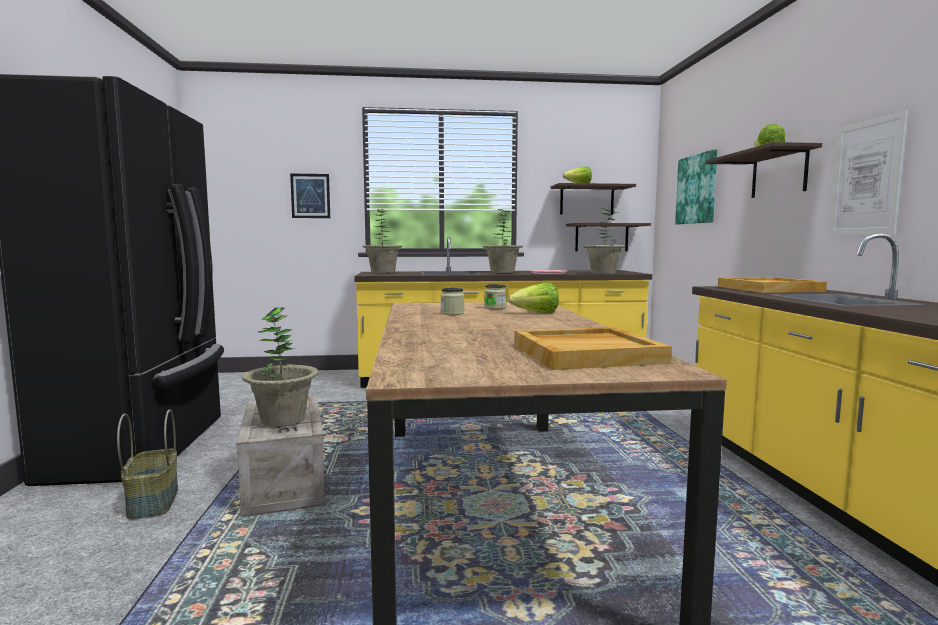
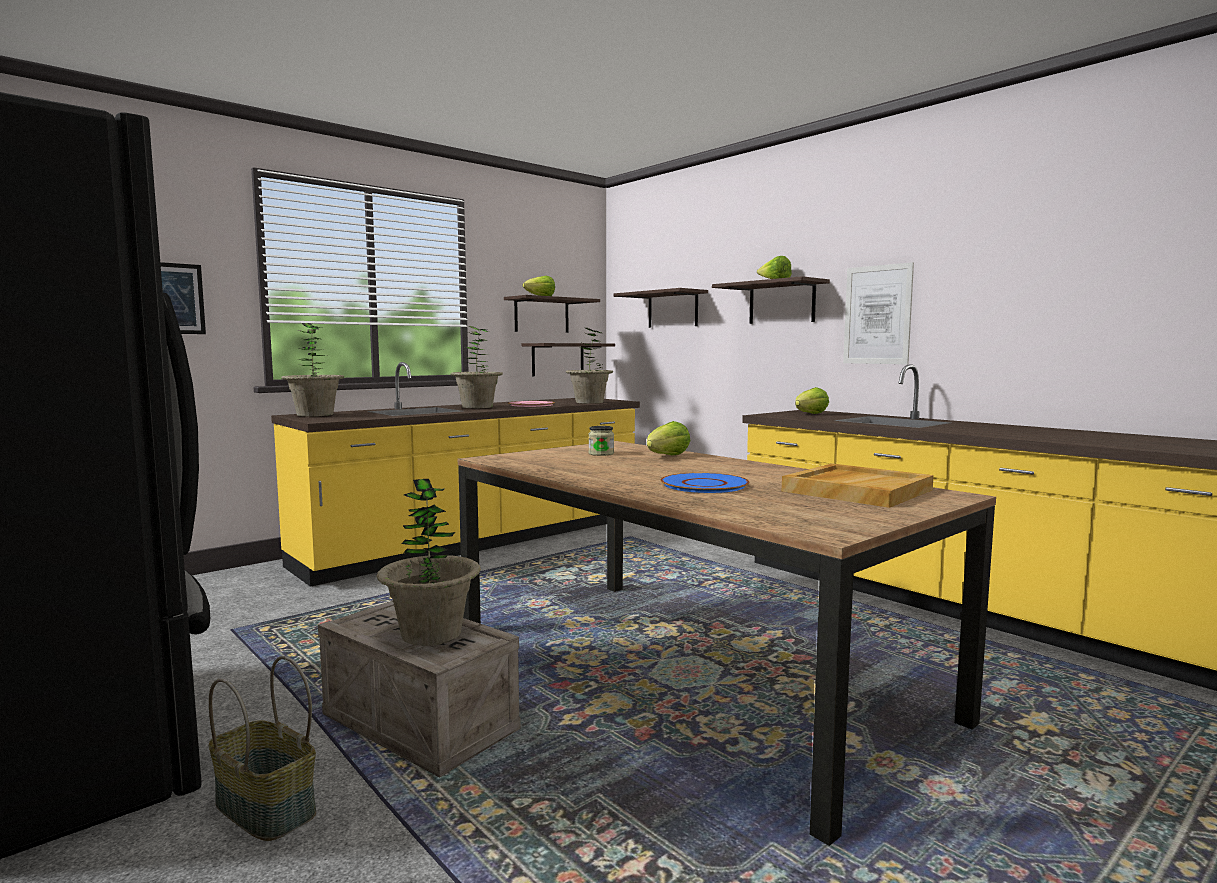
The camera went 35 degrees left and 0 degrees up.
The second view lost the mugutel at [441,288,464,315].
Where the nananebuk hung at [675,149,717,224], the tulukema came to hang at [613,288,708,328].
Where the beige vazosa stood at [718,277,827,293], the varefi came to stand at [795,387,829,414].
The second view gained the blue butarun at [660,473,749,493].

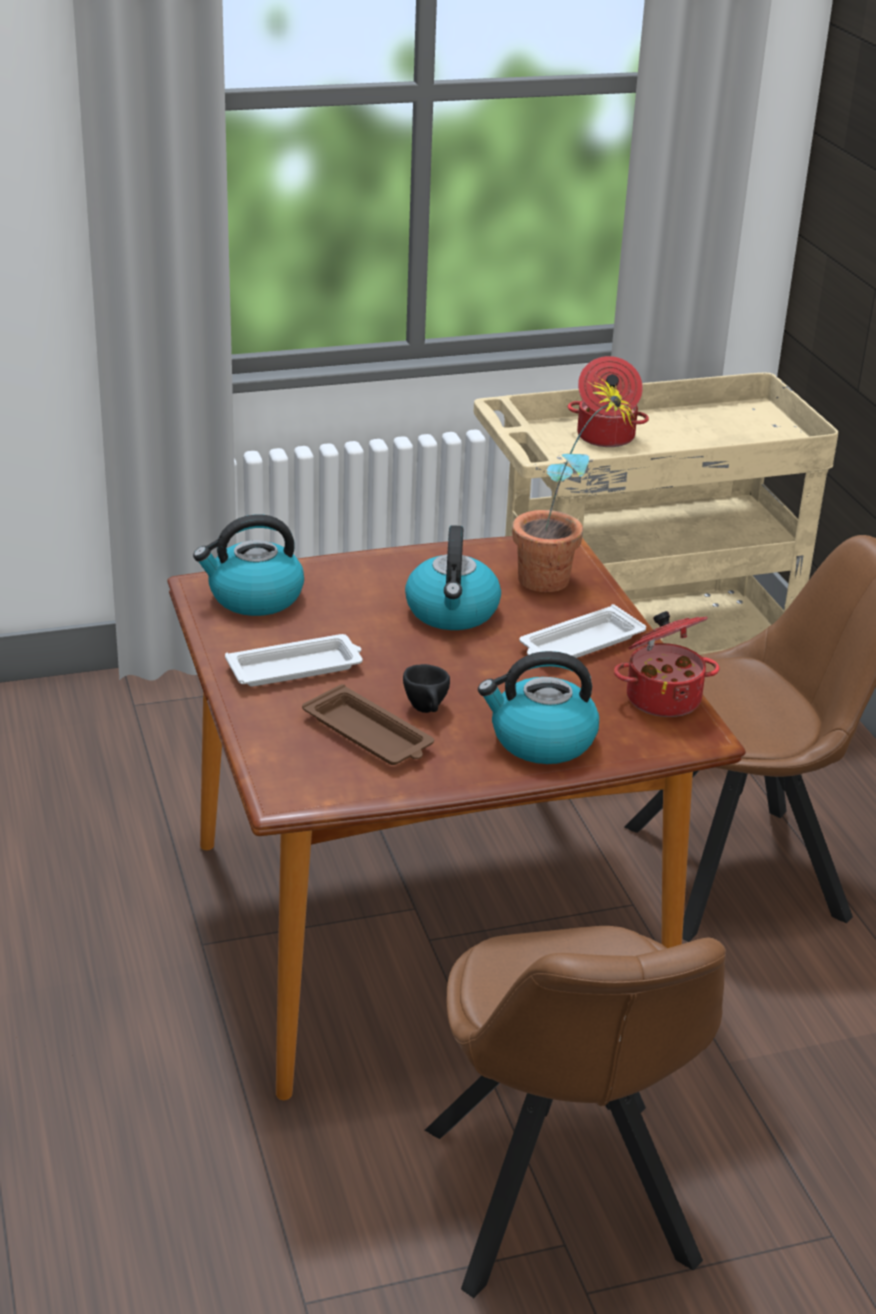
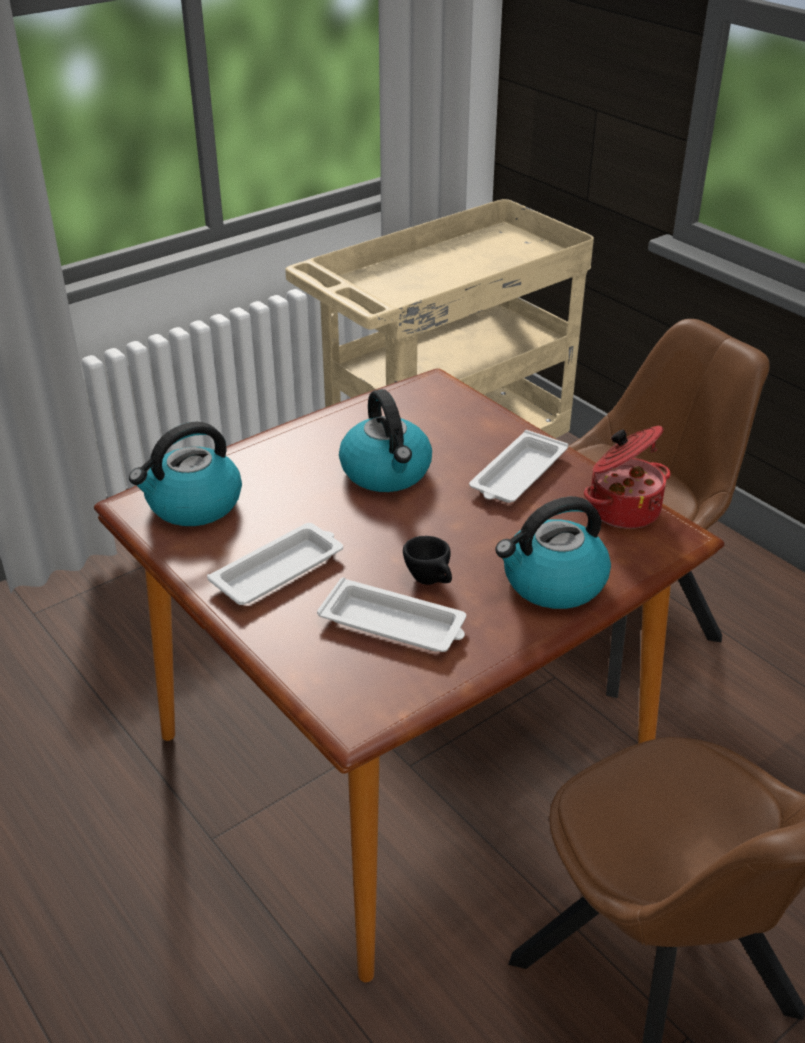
The camera went 20 degrees left and 5 degrees up.
What was the brown vazosa at [302,684,434,765] turned into the white vazosa at [317,577,466,652].
The second view lost the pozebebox at [512,376,635,592].
The second view lost the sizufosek at [568,356,649,447].

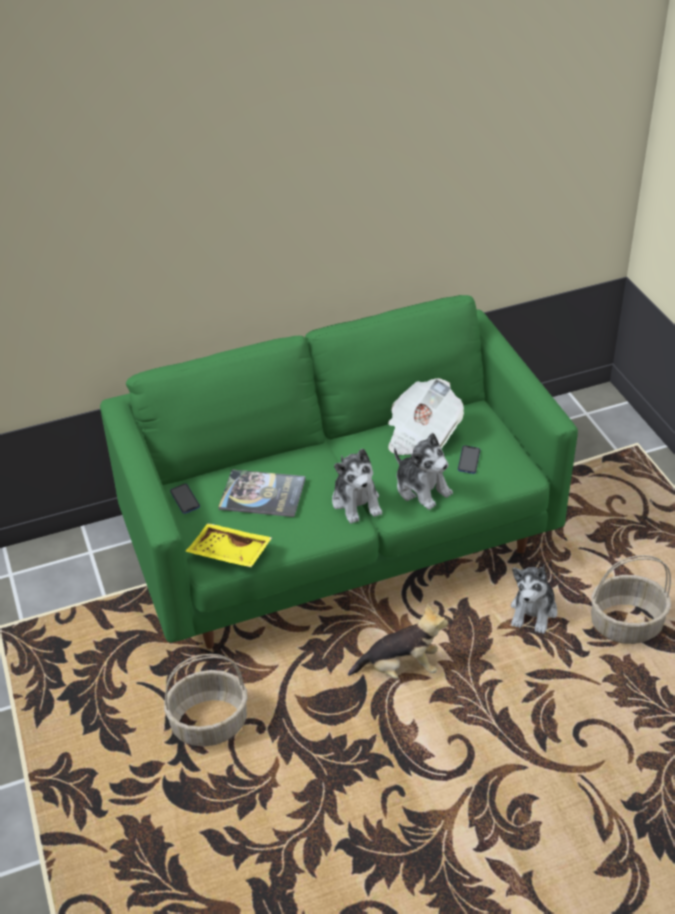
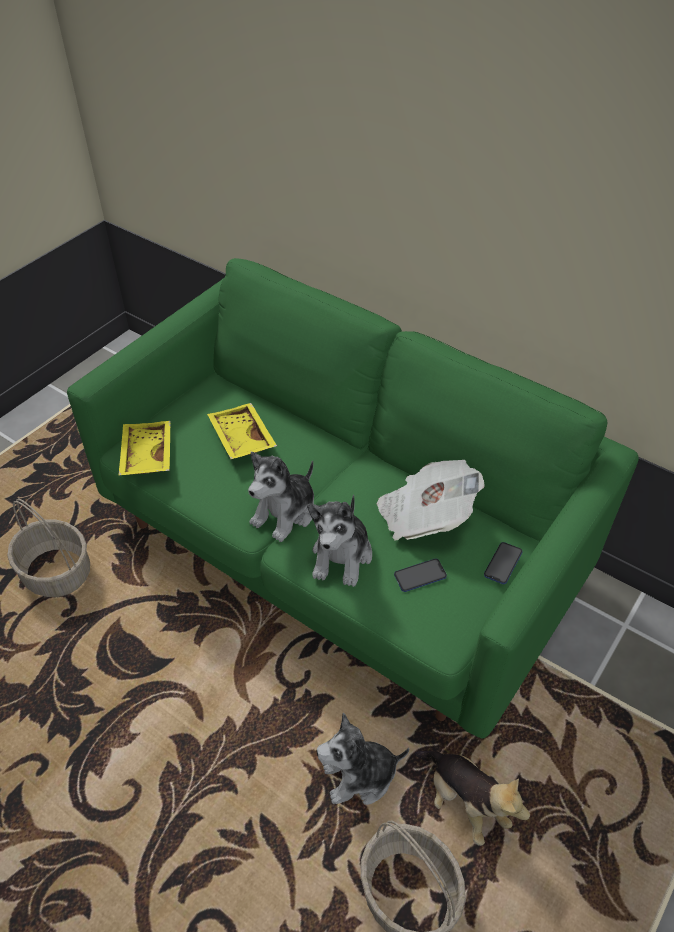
The camera went 55 degrees right and 5 degrees up.
The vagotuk ended up elsewhere, having gone from [170,484,200,514] to [484,542,523,584].
Where the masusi stood at [218,469,306,517], the yellow vazosa came to stand at [207,403,277,459].
The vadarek ended up elsewhere, having gone from [348,603,448,679] to [414,751,530,846].

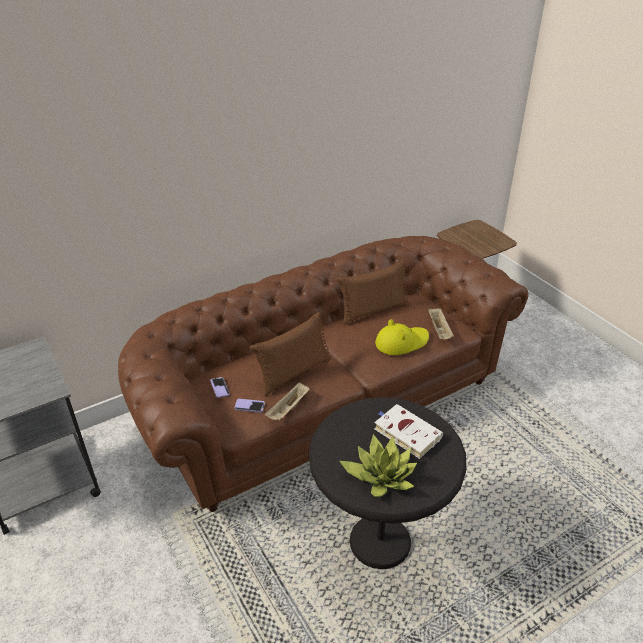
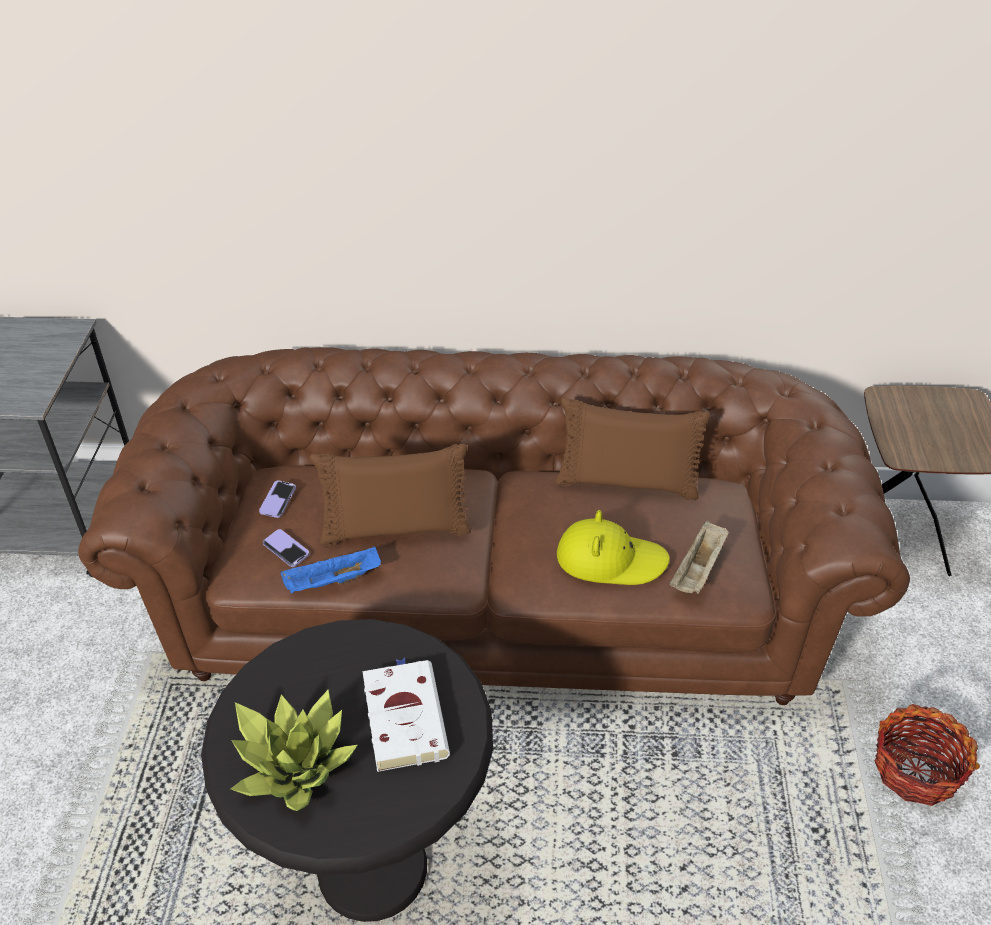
The camera went 35 degrees right and 5 degrees up.
What was the beige vazosa at [265,382,309,421] turned into the blue vazosa at [280,546,381,594].
The second view gained the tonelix at [875,704,980,806].

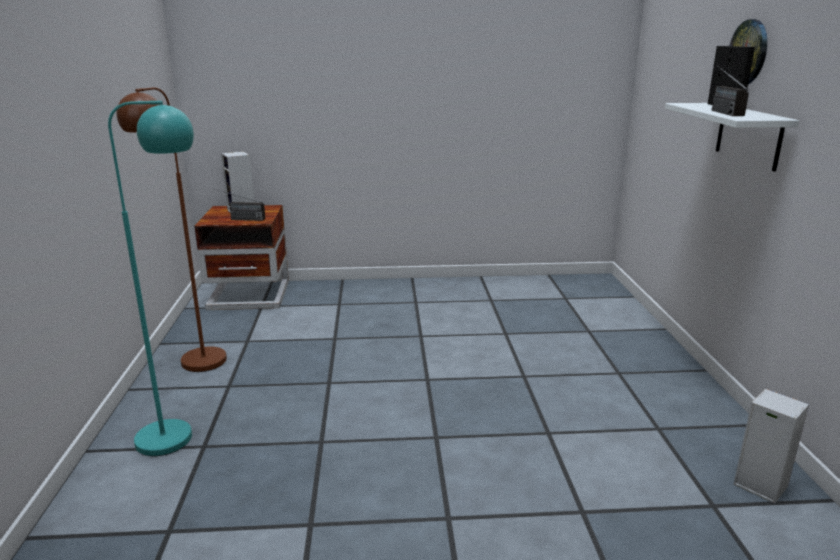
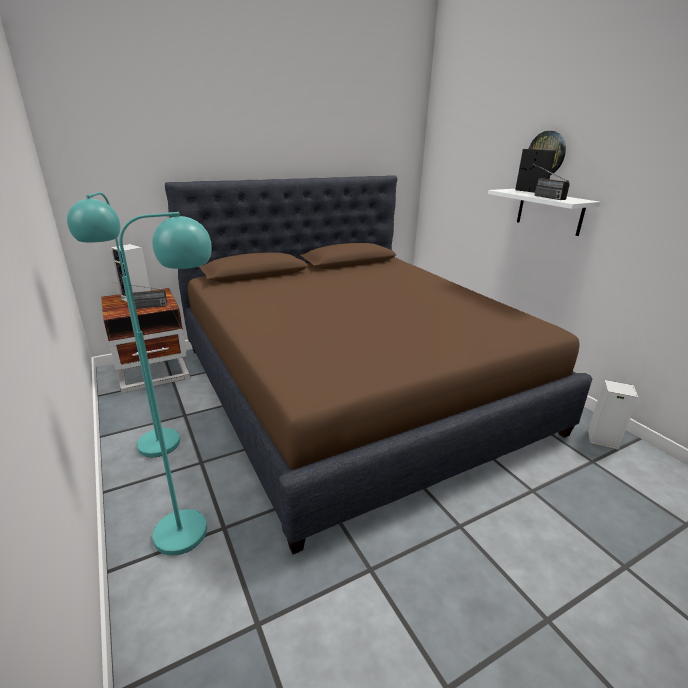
The camera went 25 degrees left and 5 degrees up.
What was the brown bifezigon at [117,87,227,372] turned into the turquoise bifezigon at [67,192,180,457].
The second view gained the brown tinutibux at [165,175,593,554].

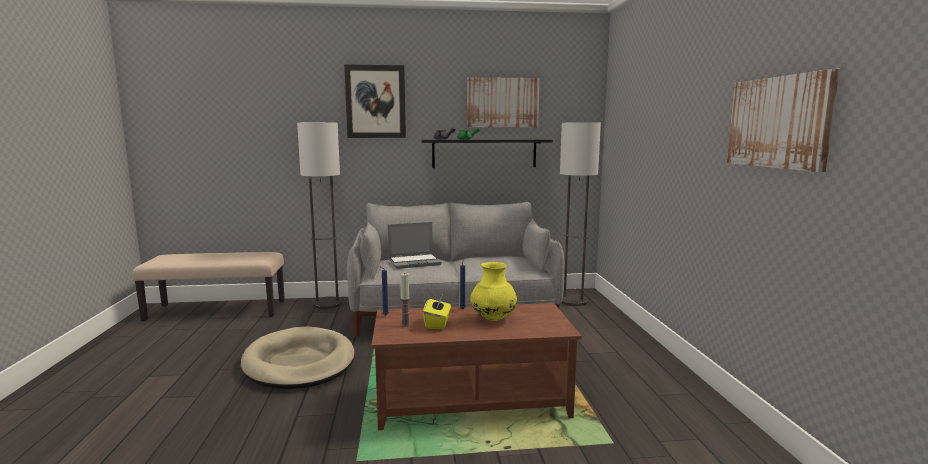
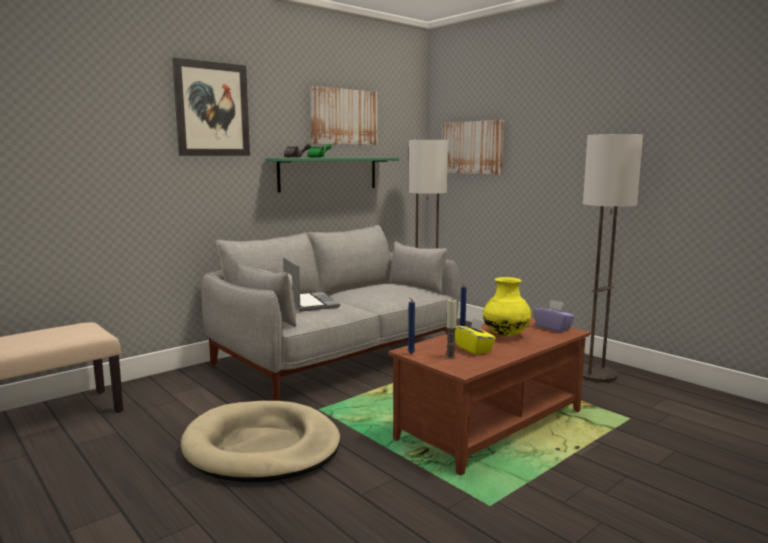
The camera went 35 degrees left and 0 degrees up.
The bifezigon ended up elsewhere, having gone from [297,122,343,309] to [583,134,643,382].
The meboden at [388,222,442,269] ended up facing another way, 60 degrees counterclockwise from before.
What was the black tulukema at [421,139,553,168] turned into the green tulukema at [265,158,399,192].
The nananebuk ended up elsewhere, having gone from [727,69,840,172] to [442,120,504,174].
The second view gained the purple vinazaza at [533,300,575,332].

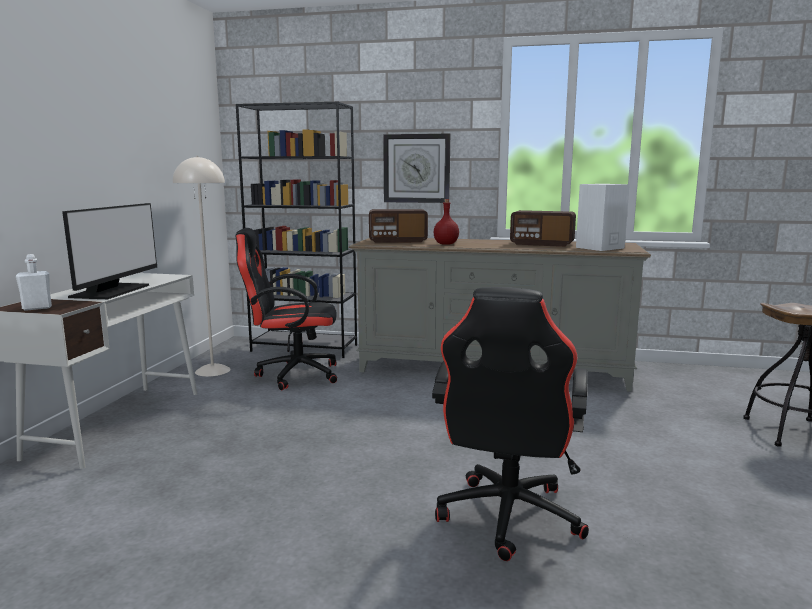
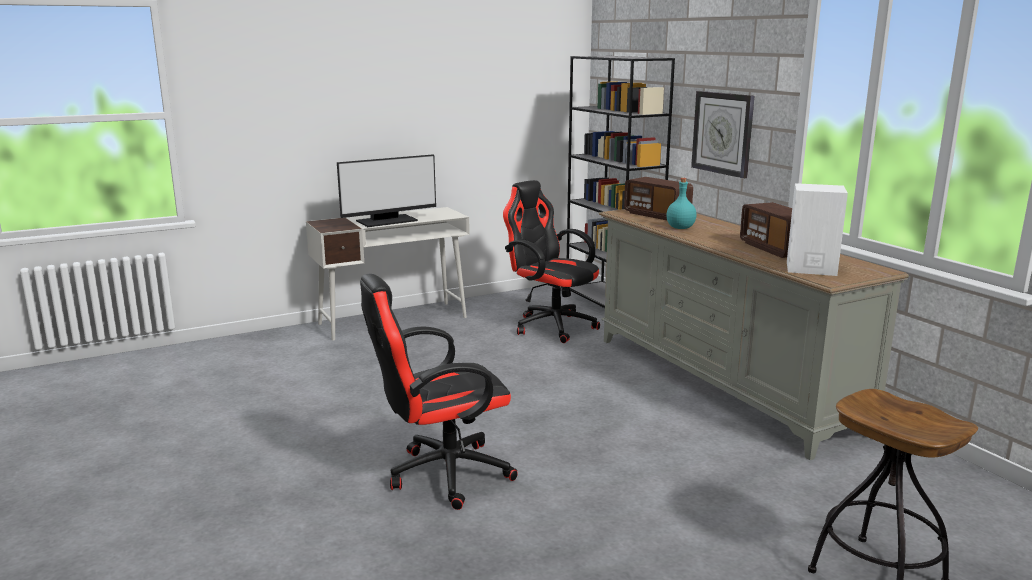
The camera went 50 degrees right and 5 degrees up.
The second view lost the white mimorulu at [16,254,52,311].
The second view lost the beige bifezigon at [173,156,231,376].
What was the red mimorulu at [434,199,459,245] turned into the turquoise mimorulu at [666,178,697,229].

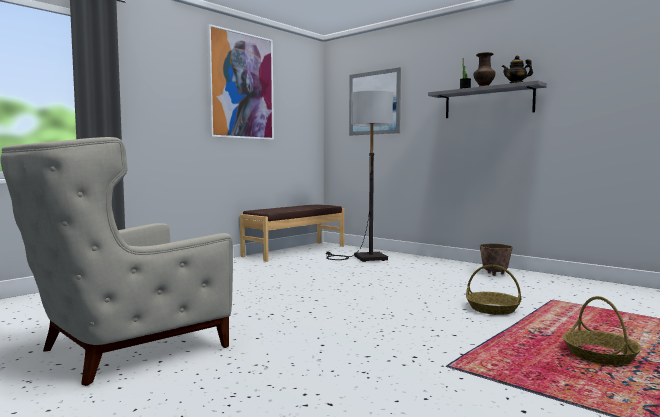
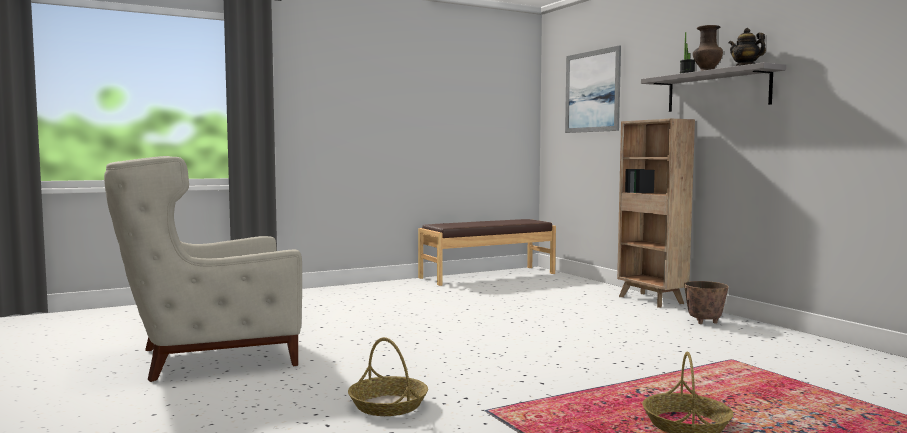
The camera went 20 degrees right and 0 degrees up.
The second view lost the nananebuk at [207,24,274,140].
The second view lost the bifezigon at [326,90,393,262].
The tonelix ended up elsewhere, having gone from [466,265,521,315] to [348,337,428,416].
The second view gained the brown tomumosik at [617,118,695,308].

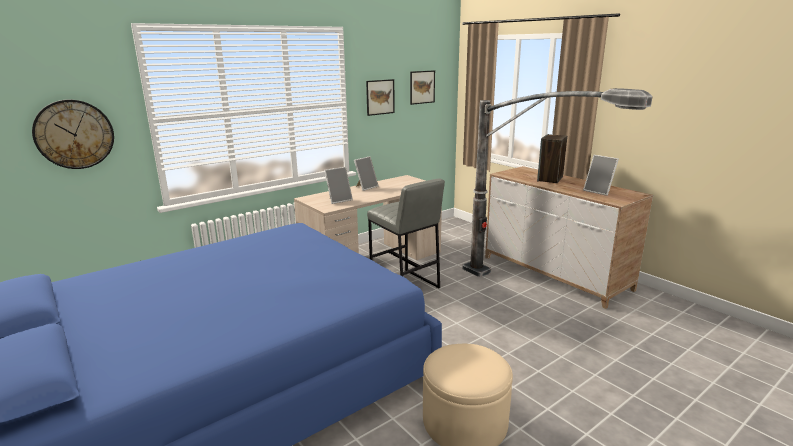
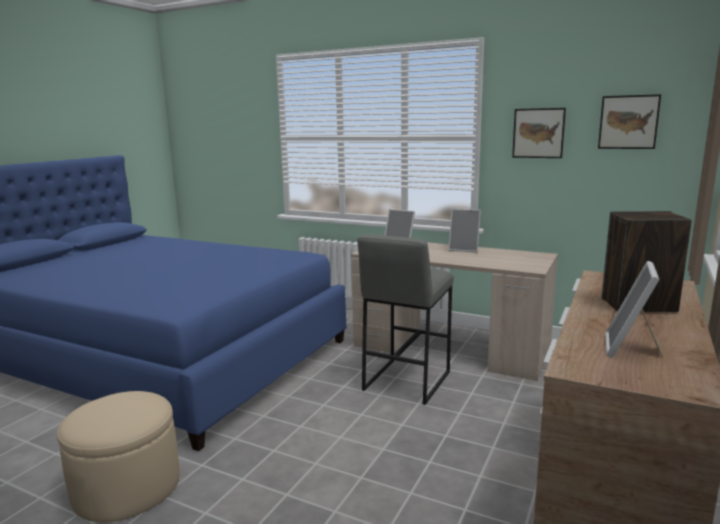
The camera went 65 degrees right and 5 degrees down.
The second view lost the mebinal at [32,99,114,169].
The second view lost the bifezigon at [462,88,653,277].

